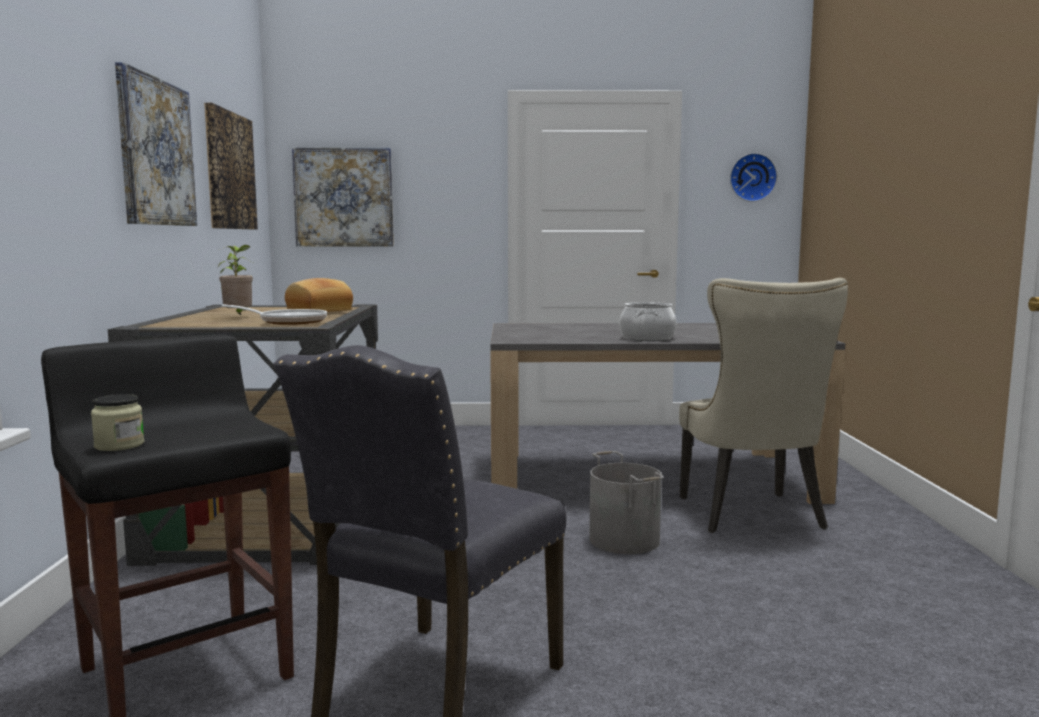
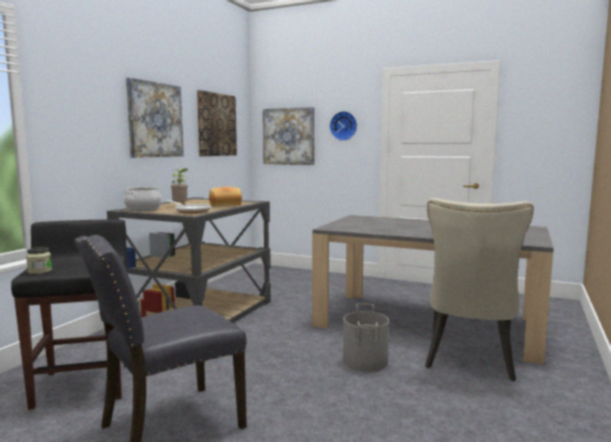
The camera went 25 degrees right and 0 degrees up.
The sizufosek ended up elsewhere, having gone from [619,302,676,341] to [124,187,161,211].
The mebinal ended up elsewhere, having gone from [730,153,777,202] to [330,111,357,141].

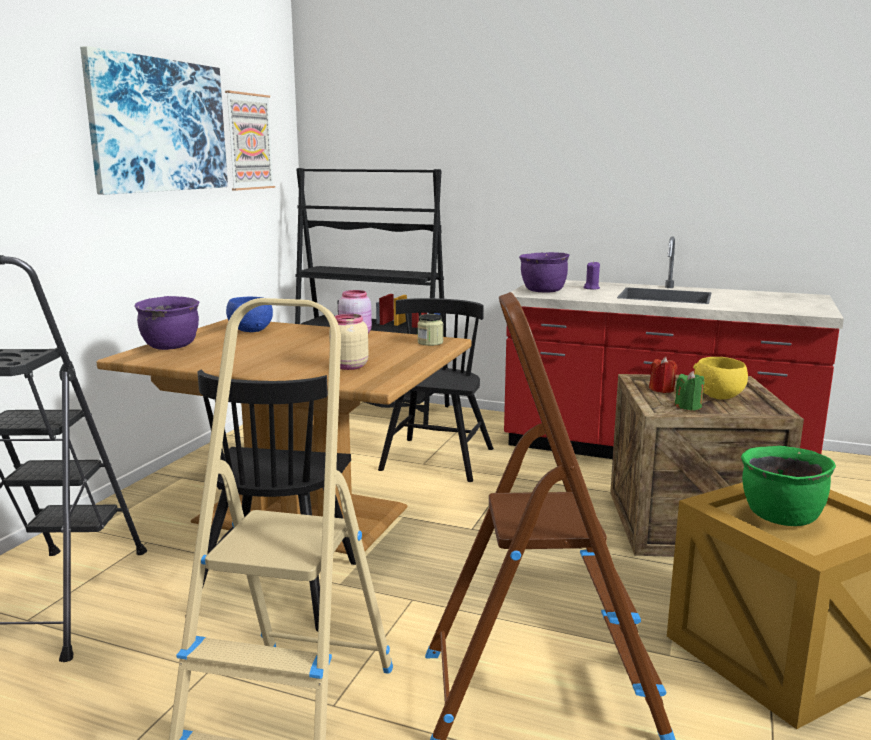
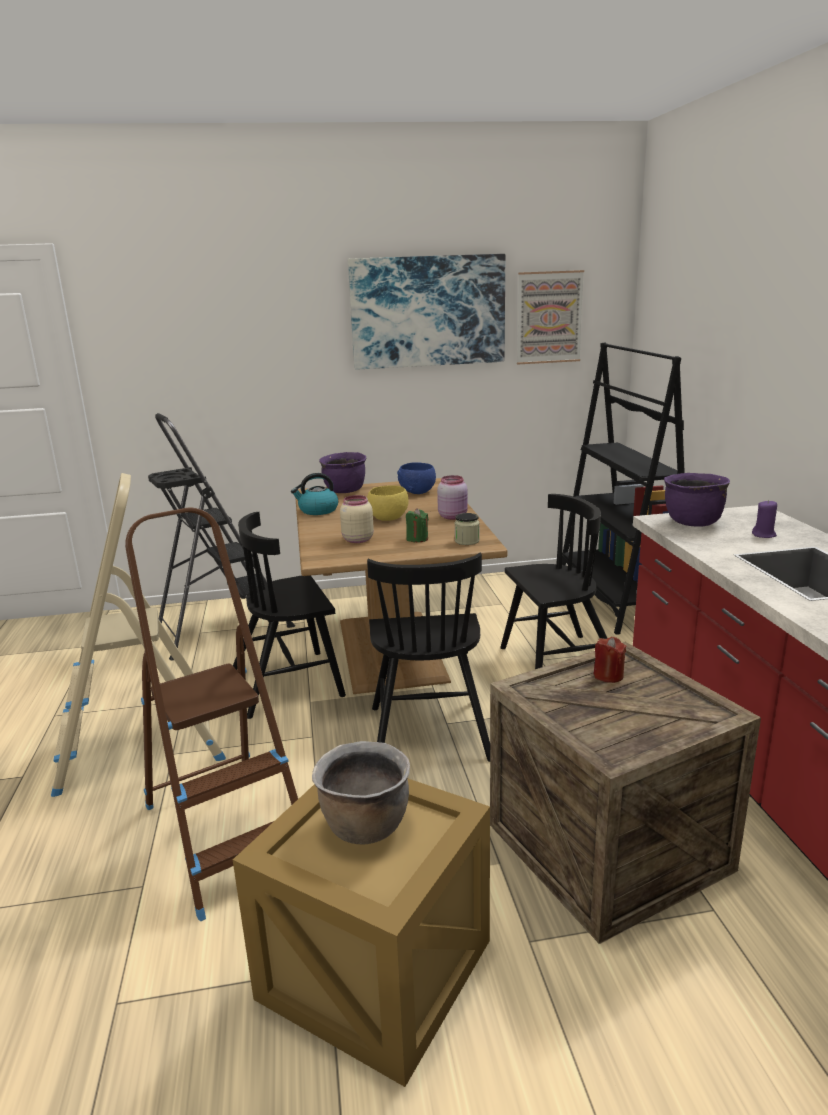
The camera went 60 degrees right and 5 degrees up.
The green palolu ended up elsewhere, having gone from [674,371,705,411] to [406,508,429,542].
The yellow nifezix ended up elsewhere, having gone from [693,357,748,399] to [367,485,408,521].
What was the green sizufosek at [741,446,836,526] turned into the brown sizufosek at [312,741,410,845].
The second view gained the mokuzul at [291,473,338,515].
The second view gained the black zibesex at [367,553,490,762].

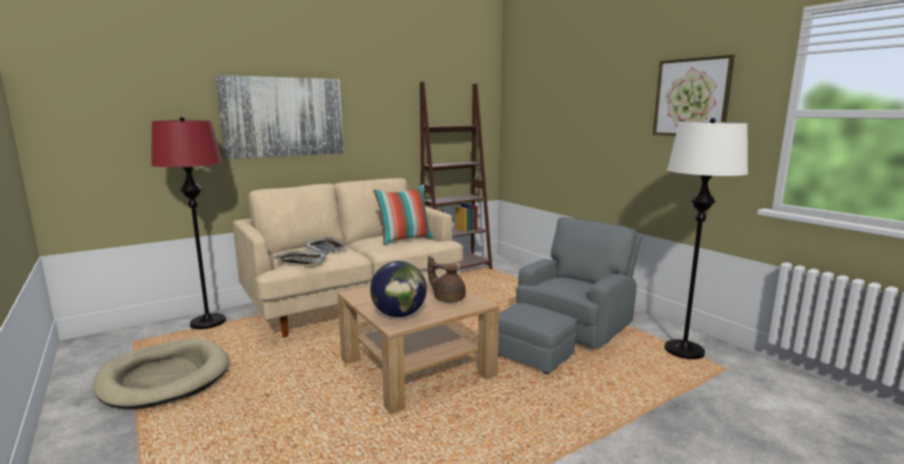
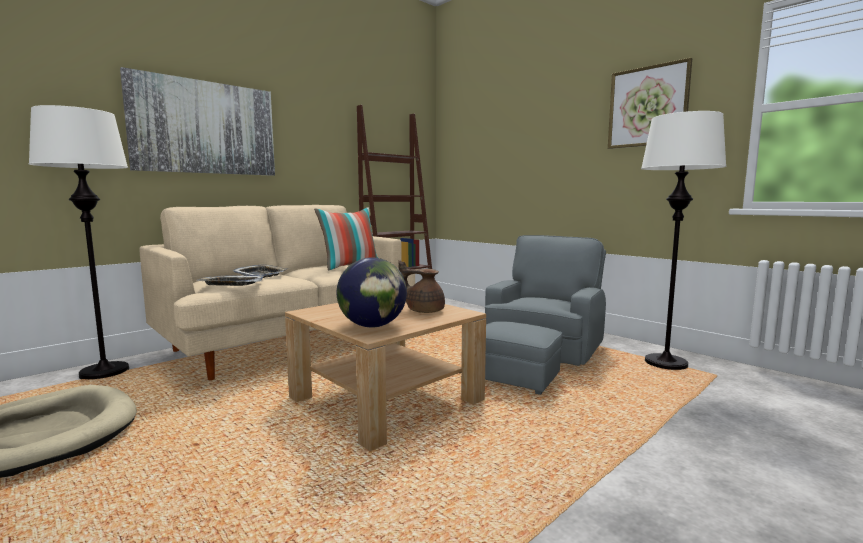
The camera went 10 degrees left and 5 degrees down.
What was the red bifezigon at [151,117,226,329] turned into the white bifezigon at [28,105,129,379].

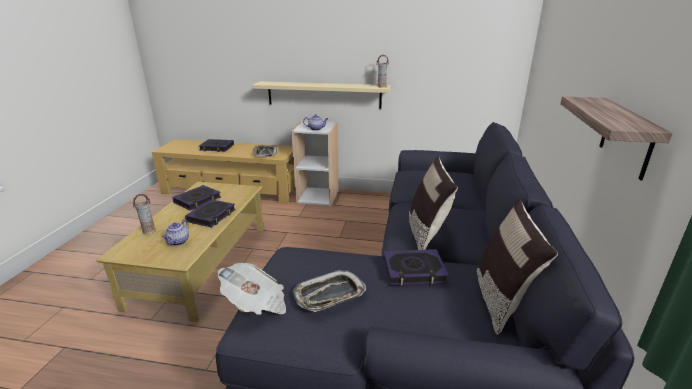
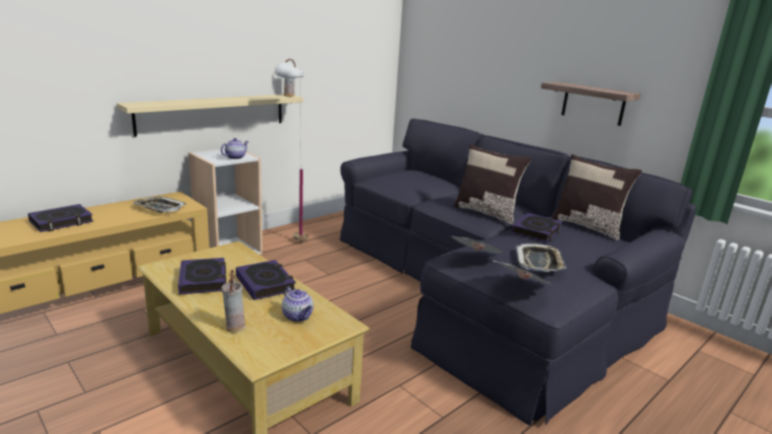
The camera went 55 degrees left and 5 degrees down.
The second view gained the white bifezigon at [275,62,309,242].
The second view gained the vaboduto at [450,236,504,254].

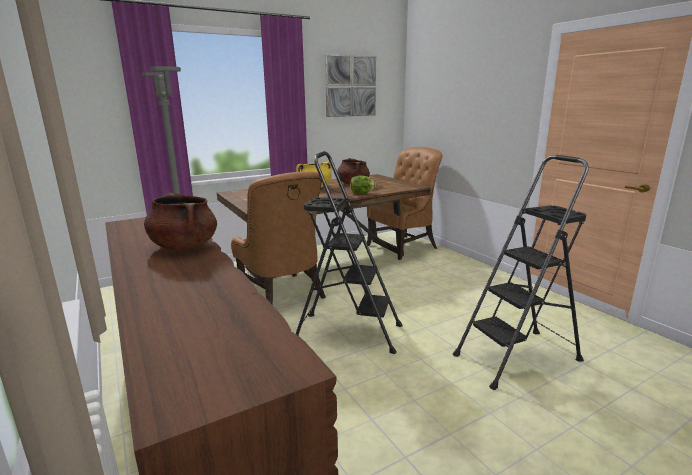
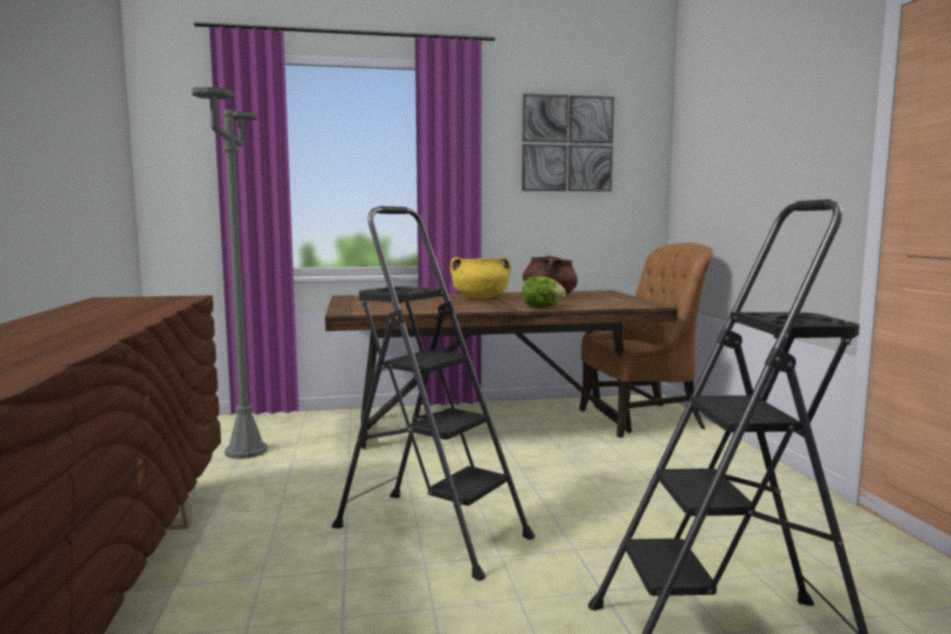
The camera went 20 degrees right and 10 degrees down.
The second view lost the brown sizufosek at [144,193,217,250].
The second view lost the brown zibesex at [231,171,326,305].

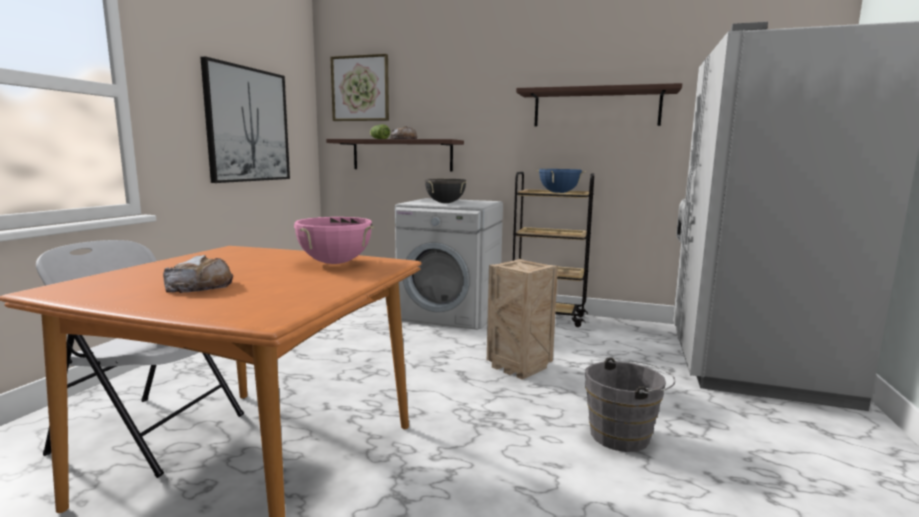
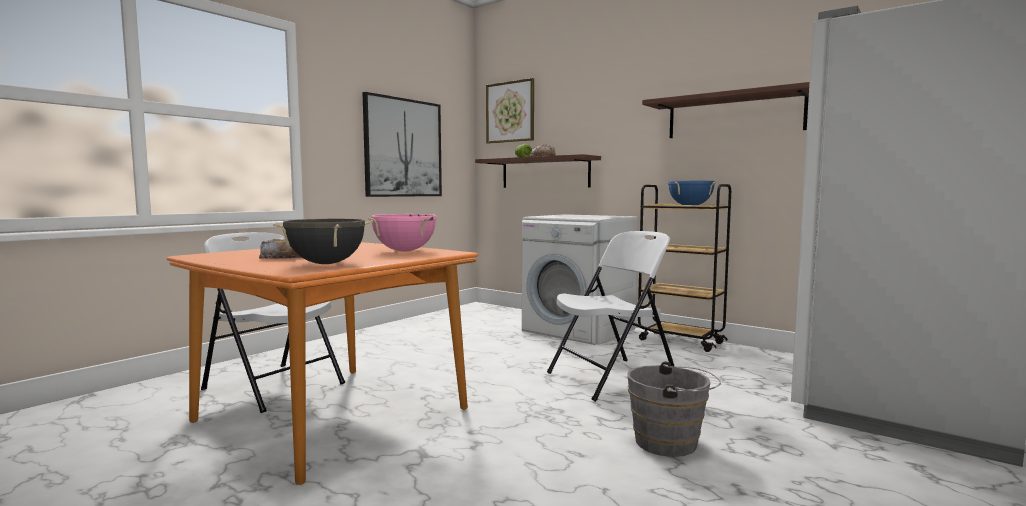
The camera went 20 degrees right and 5 degrees down.
The black sizufosek ended up elsewhere, having gone from [425,179,467,203] to [273,218,373,264].
Where the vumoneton stood at [487,259,558,380], the white zibesex came to stand at [547,231,675,402].

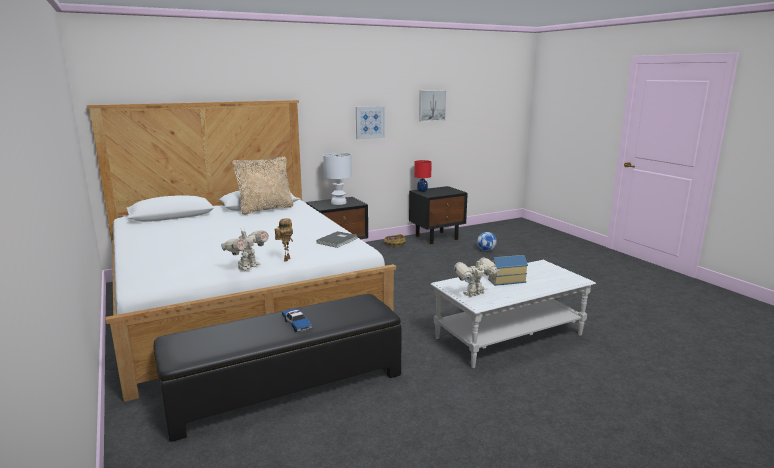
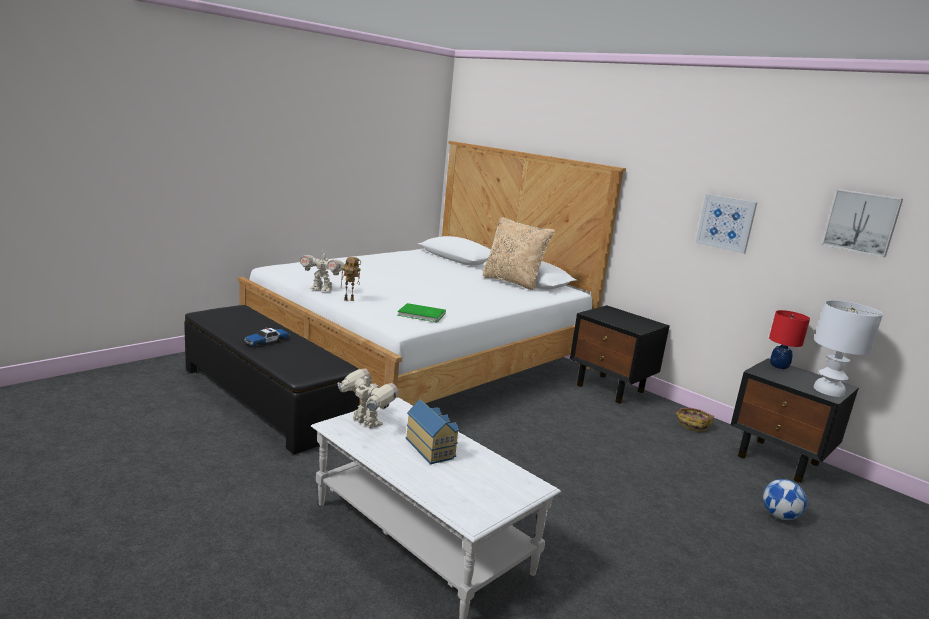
The camera went 70 degrees right and 0 degrees up.
What was the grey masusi at [316,231,358,248] turned into the green masusi at [397,303,446,322].
The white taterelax ended up elsewhere, having gone from [323,153,352,205] to [813,300,883,397].

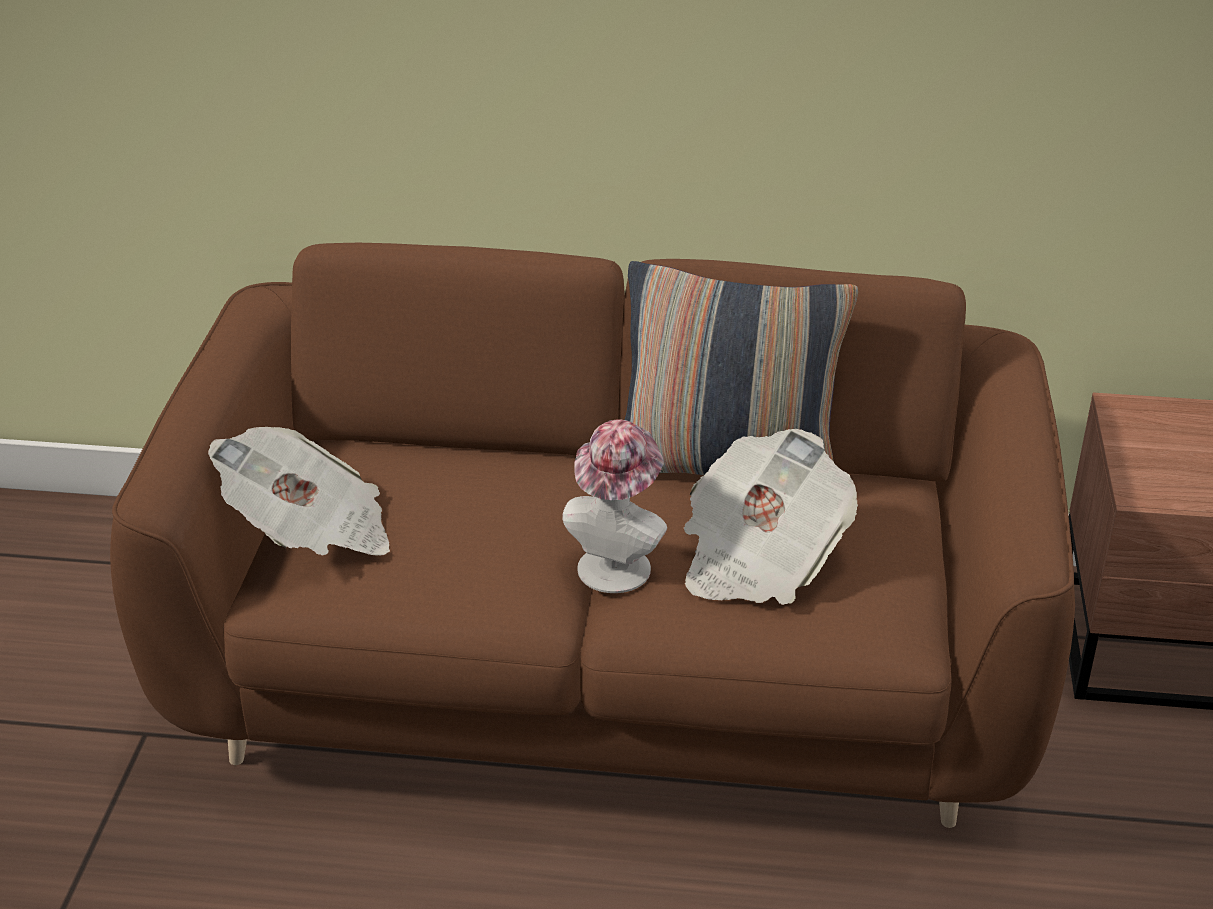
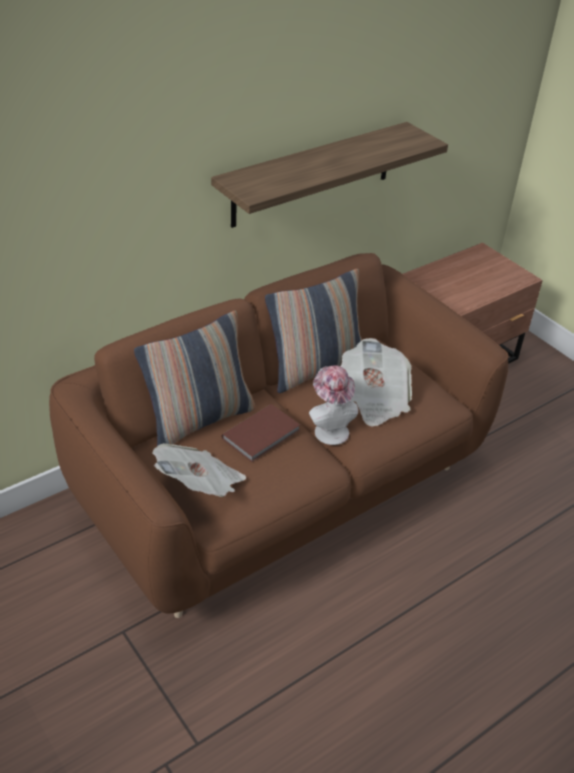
The camera went 45 degrees left and 5 degrees up.
The second view gained the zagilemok at [134,311,255,446].
The second view gained the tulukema at [211,122,448,228].
The second view gained the brown masusi at [222,404,300,462].

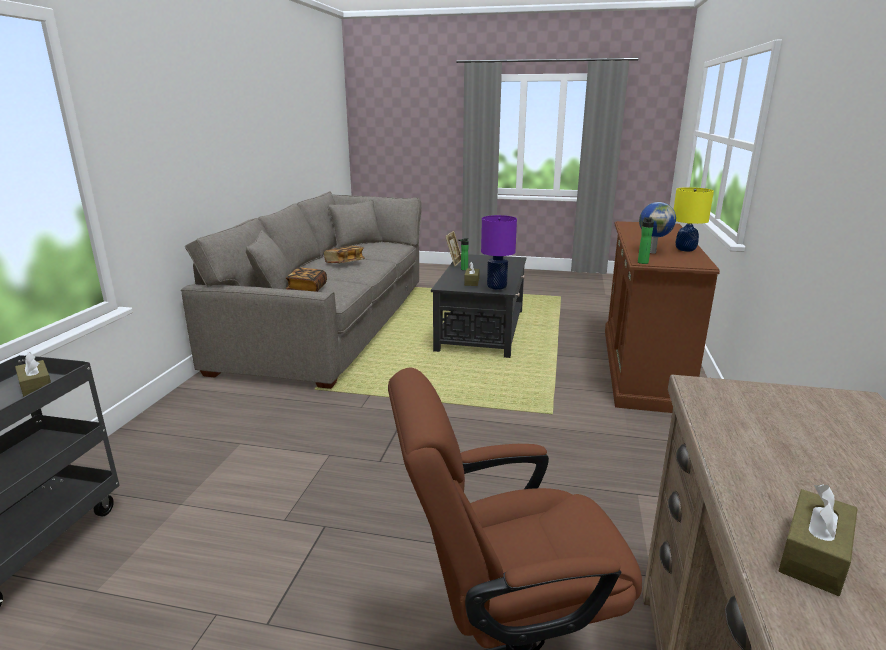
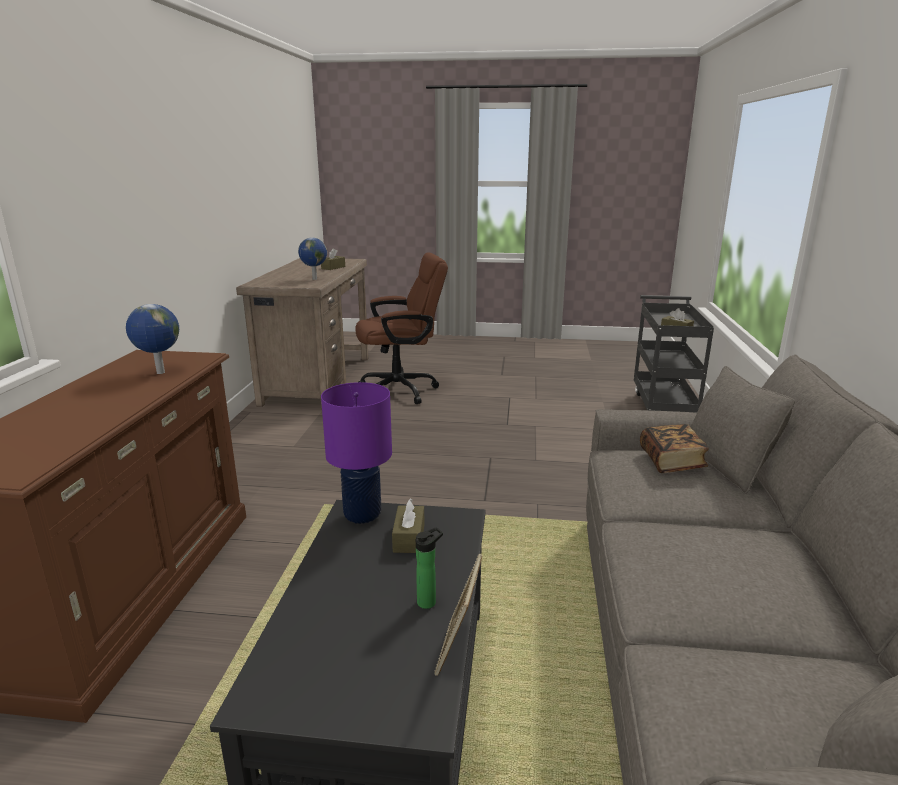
The camera went 175 degrees right and 0 degrees up.
The second view lost the masusi at [324,246,365,263].
The second view lost the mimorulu at [638,217,654,264].
The second view lost the yellow taterelax at [674,187,714,252].
The second view gained the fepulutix at [298,237,327,280].

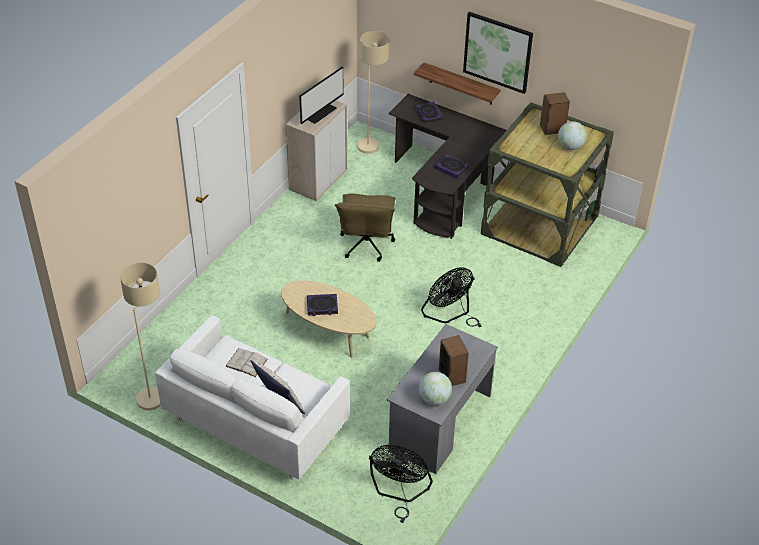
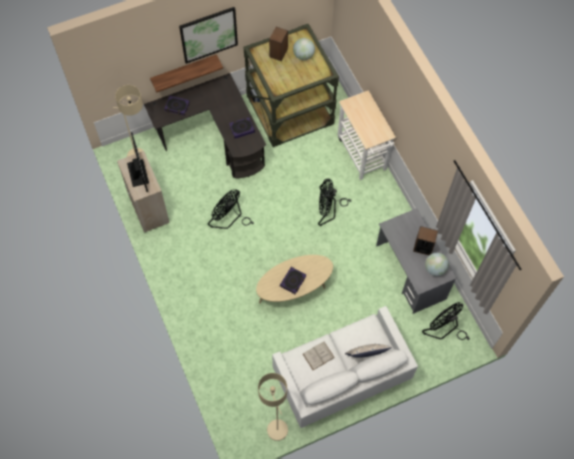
The camera went 55 degrees left and 20 degrees up.
Where the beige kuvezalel stood at [335,193,396,262], the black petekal came to stand at [208,189,254,229].
The second view gained the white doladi at [338,91,396,180].

